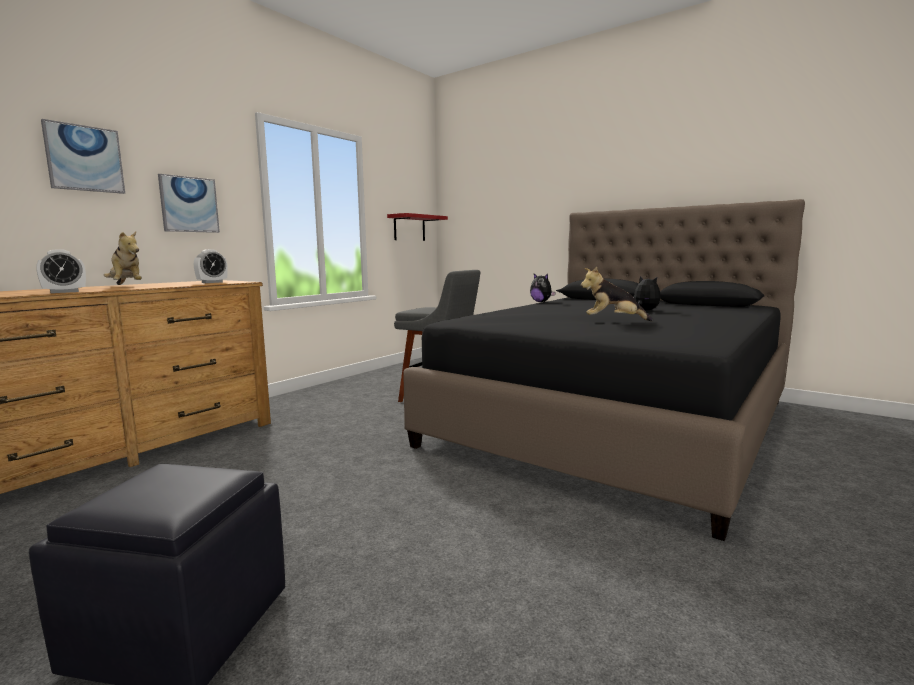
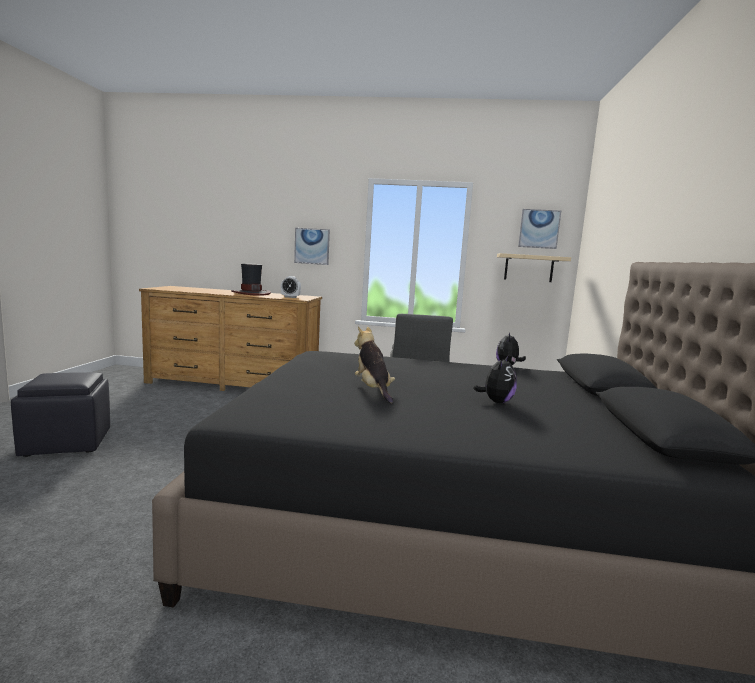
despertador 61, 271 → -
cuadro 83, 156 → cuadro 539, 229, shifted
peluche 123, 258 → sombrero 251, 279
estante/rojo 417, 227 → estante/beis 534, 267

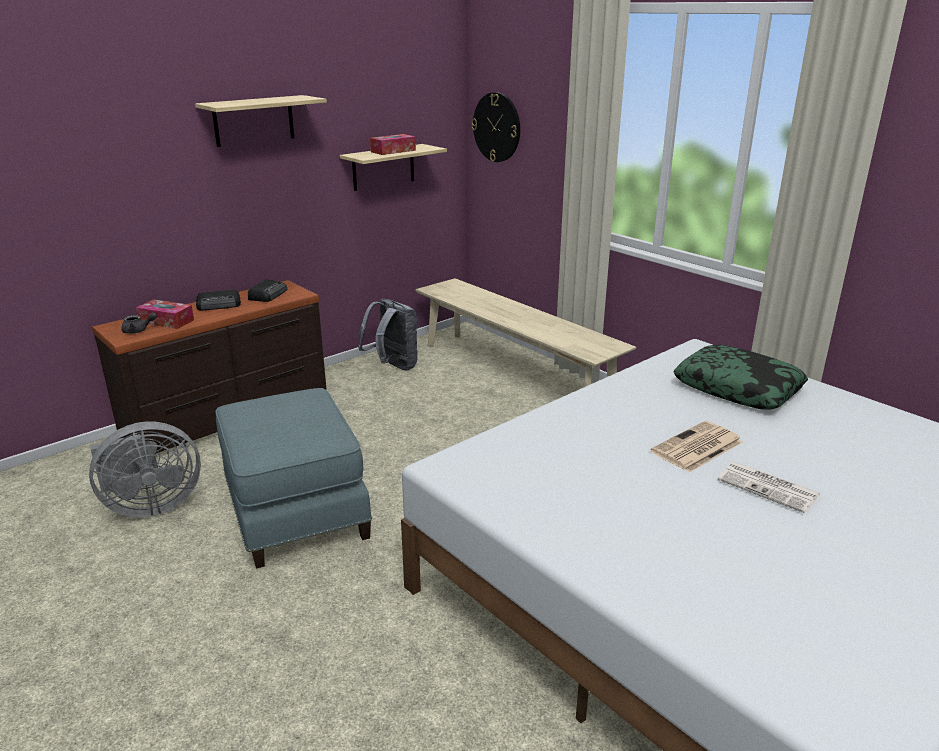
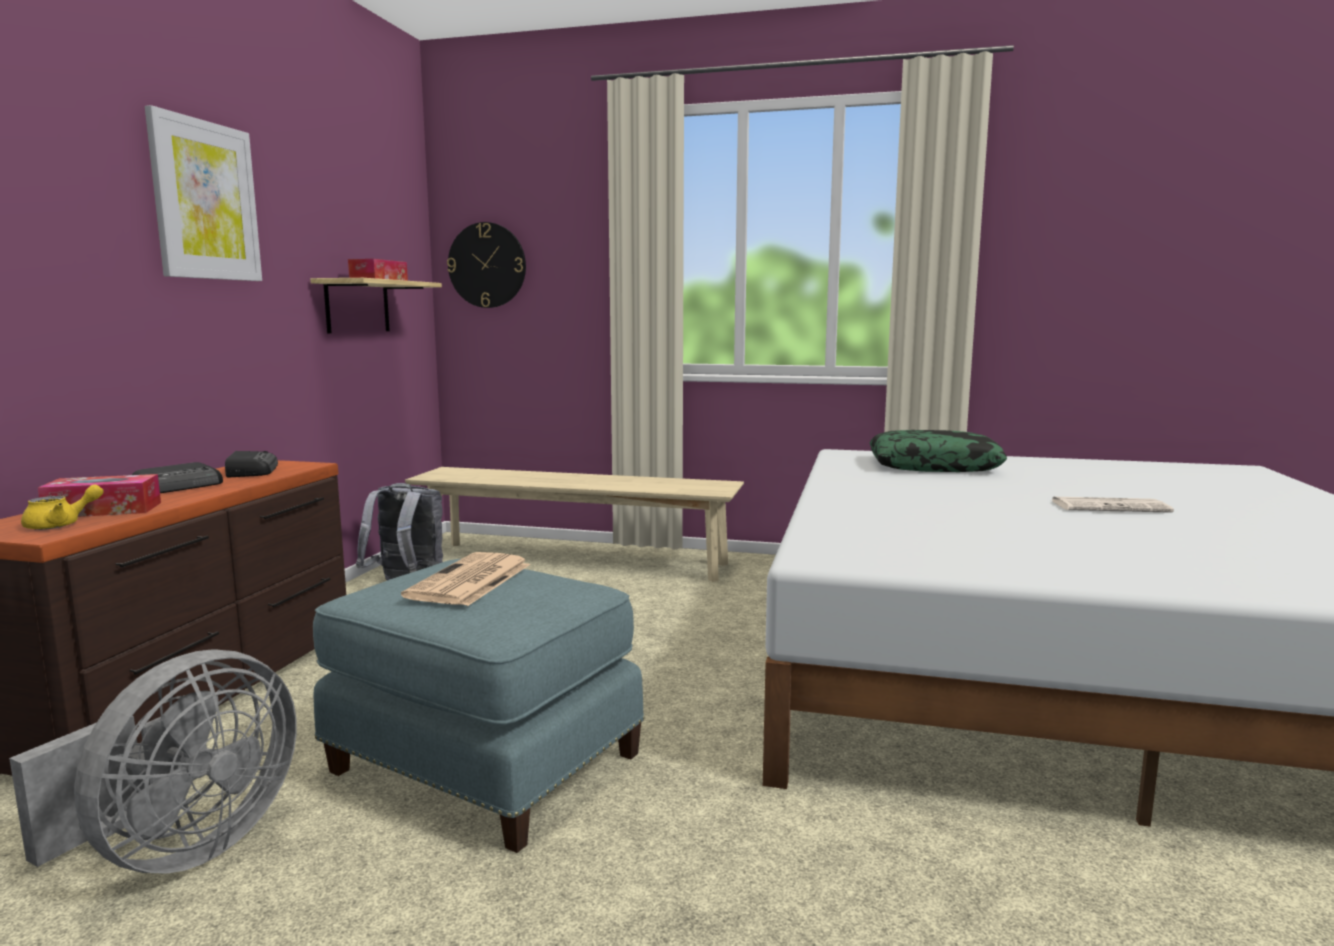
periódico 696, 446 → periódico 466, 579, shifted
estante 261, 121 → cuadro 203, 193
tetera/gris 139, 323 → tetera/amarillo 62, 507

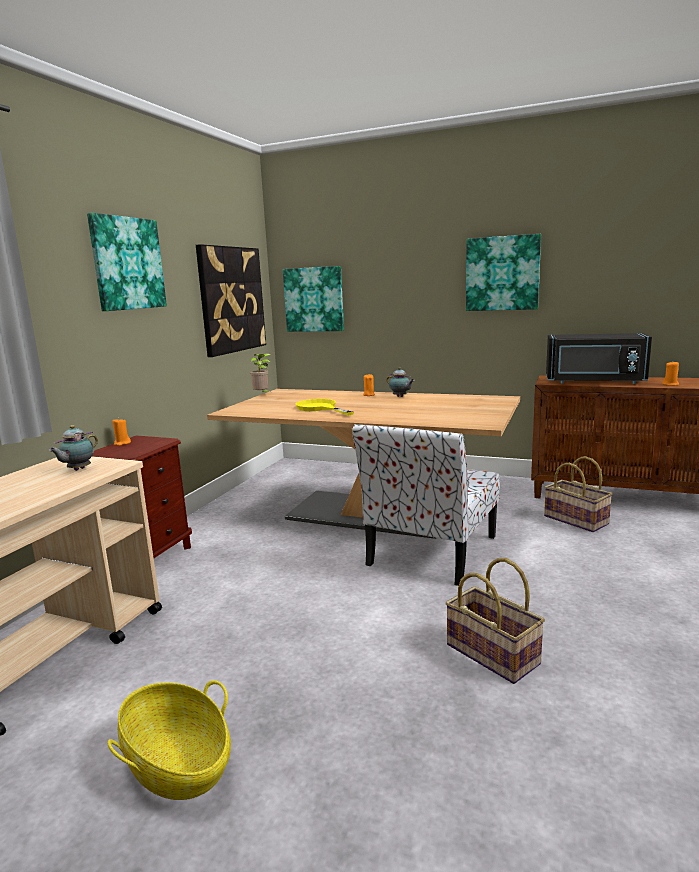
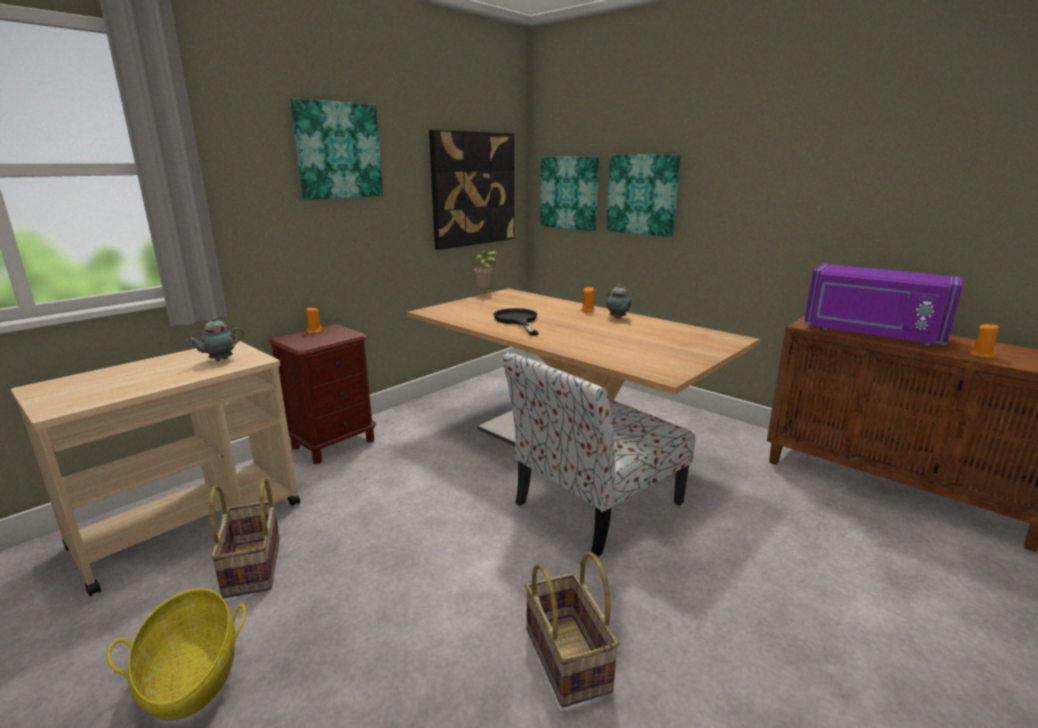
cuadro 503, 272 → cuadro 643, 195, shifted
cesta 578, 494 → cesta 244, 538, shifted
sartén/amarillo 324, 407 → sartén/negro 516, 322
microondas/negro 599, 358 → microondas/morado 883, 305

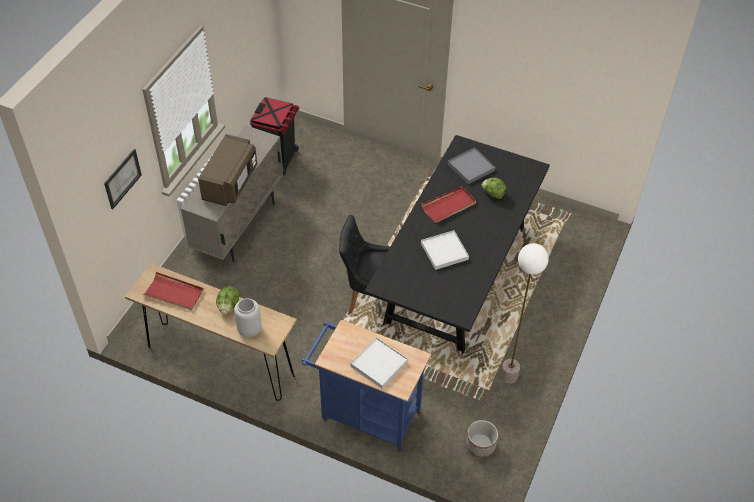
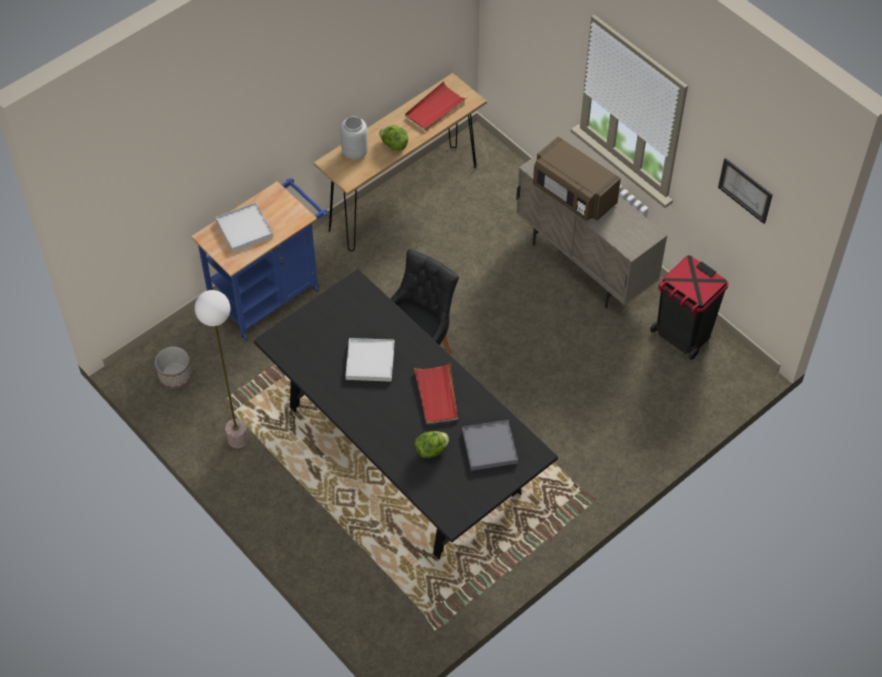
cuadro 123, 179 → cuadro 745, 191, shifted

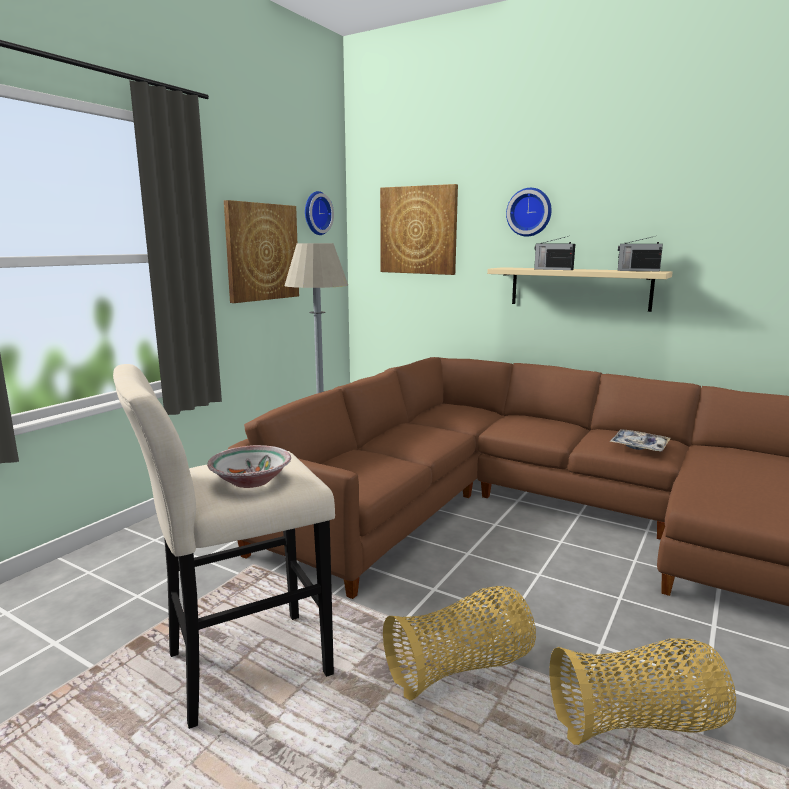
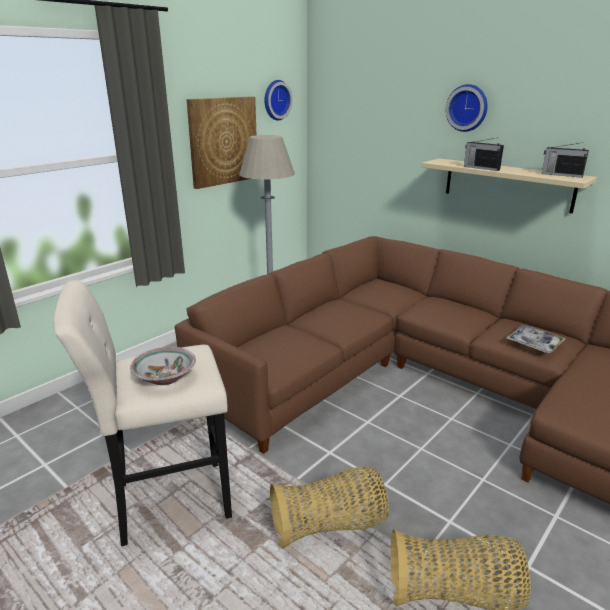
cuadro 419, 229 → -

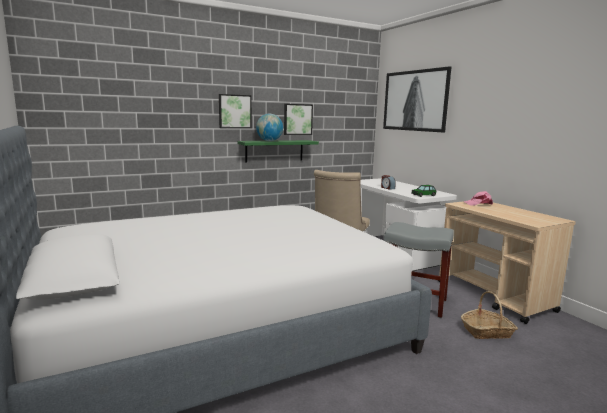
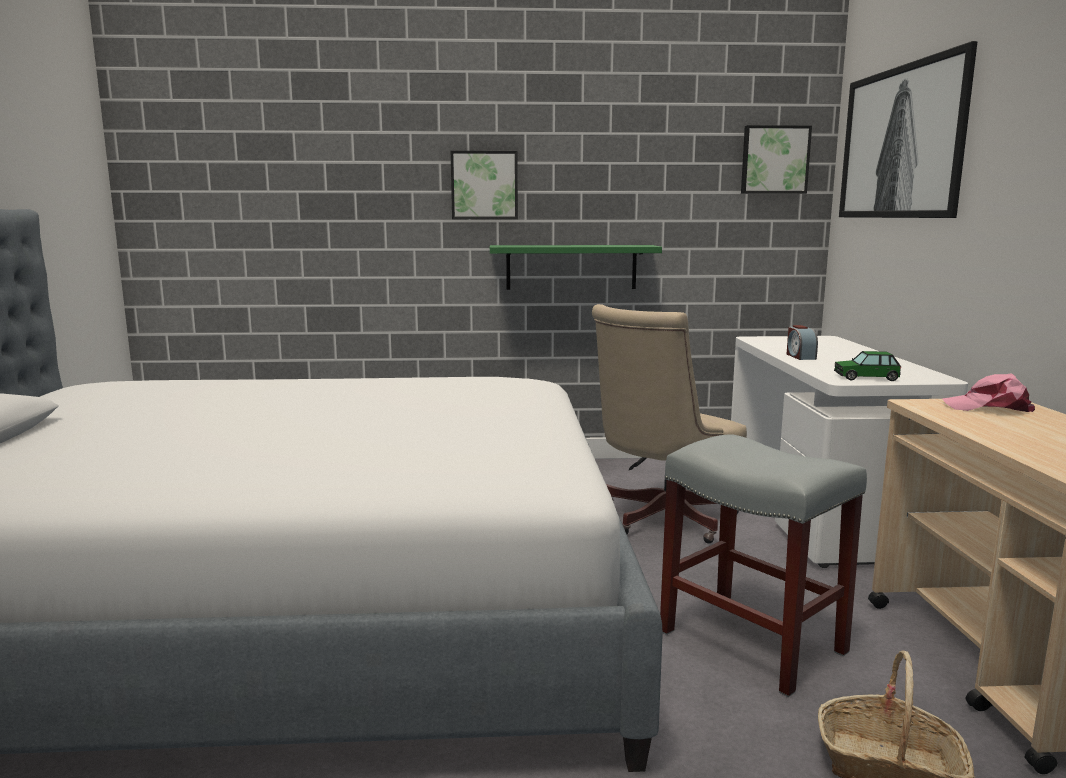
globo terráqueo 269, 127 → -
cuadro 298, 119 → cuadro 776, 159, shifted

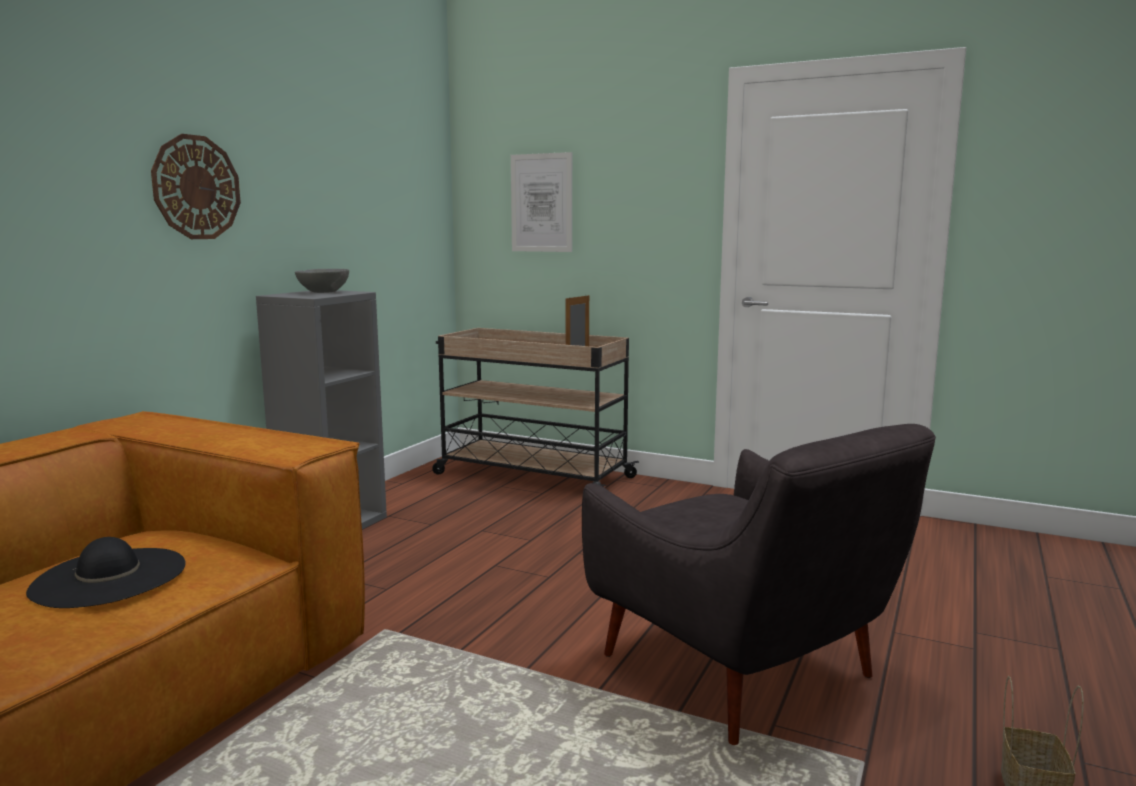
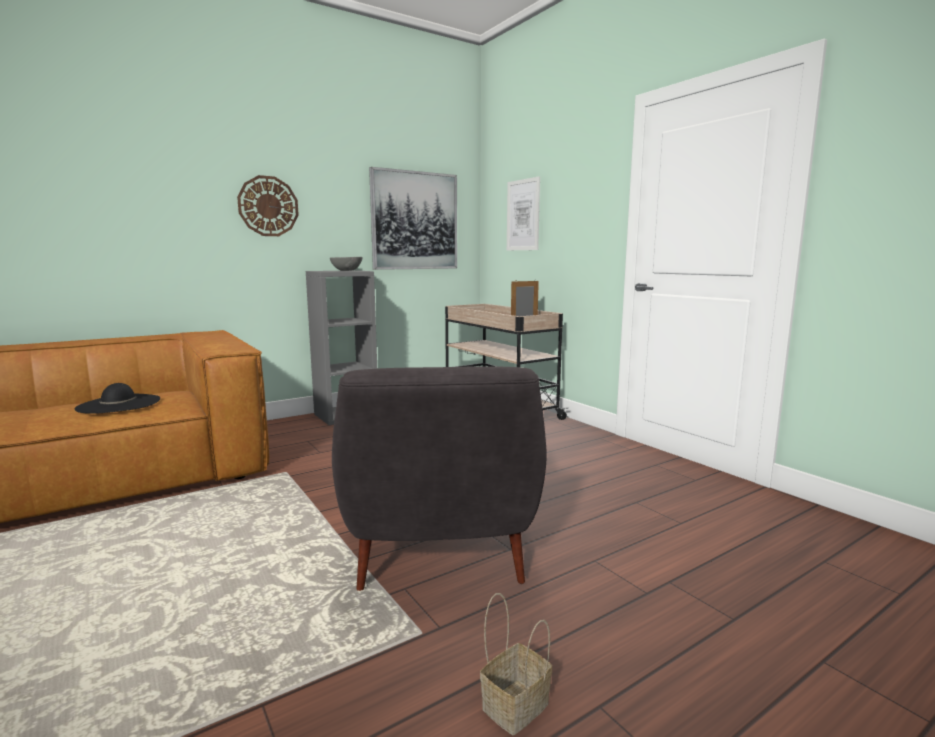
- → cuadro 413, 218

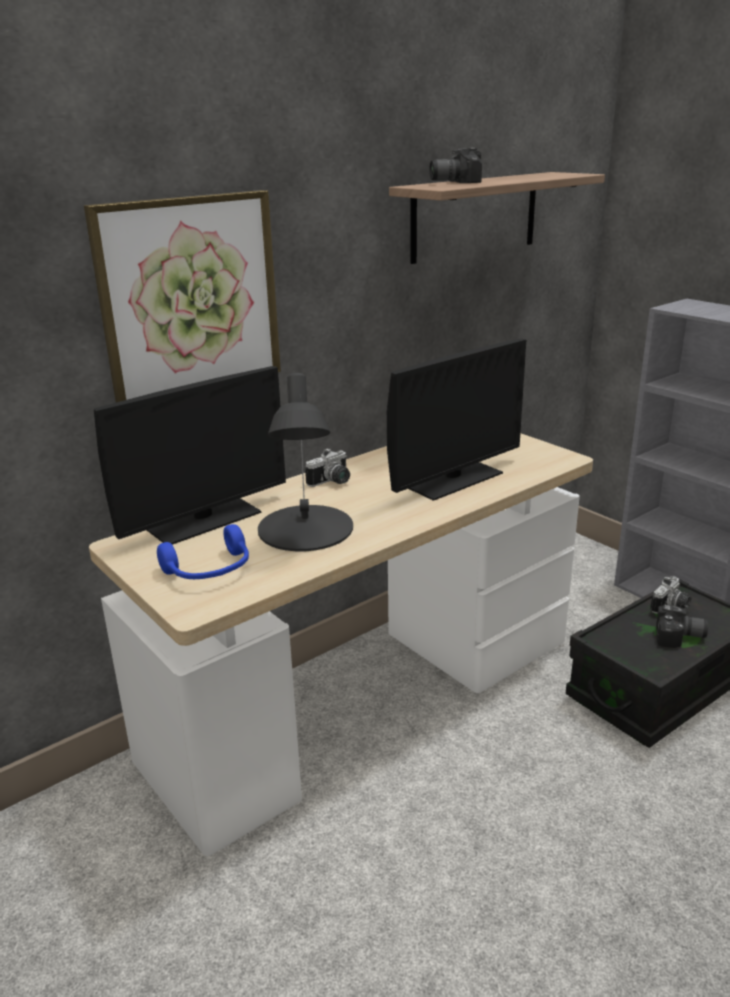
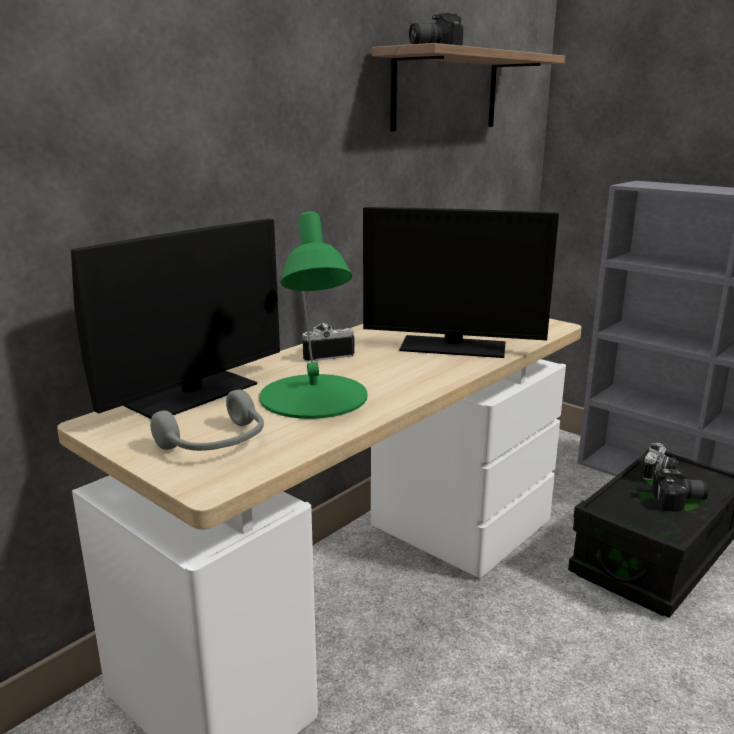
cuadro 182, 296 → -
auriculares/azul 203, 551 → auriculares/gris 207, 420
lámpara de mesa/negro 305, 462 → lámpara de mesa/verde 313, 315
cámara 327, 467 → cámara 328, 342, 150 degrees counterclockwise
monitor 456, 420 → monitor 461, 282, 60 degrees clockwise

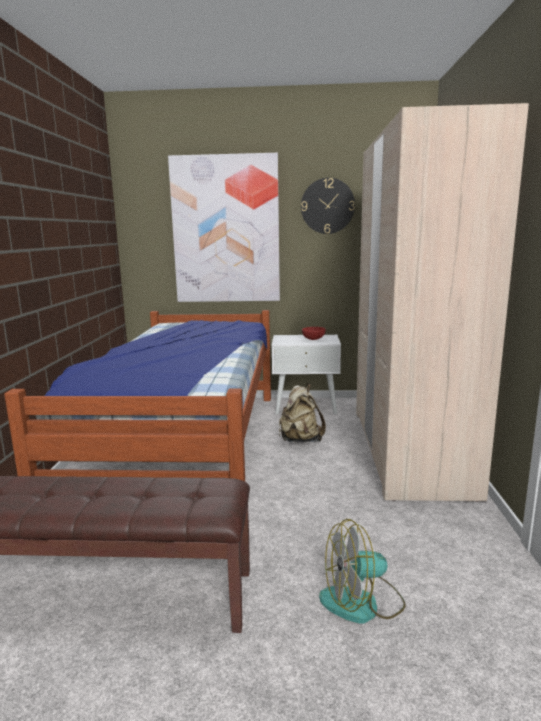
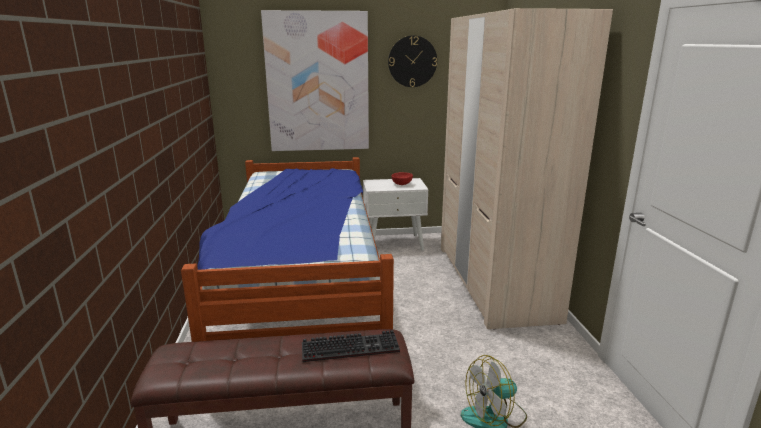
mochila/beis 302, 413 → -
- → teclado 351, 346

